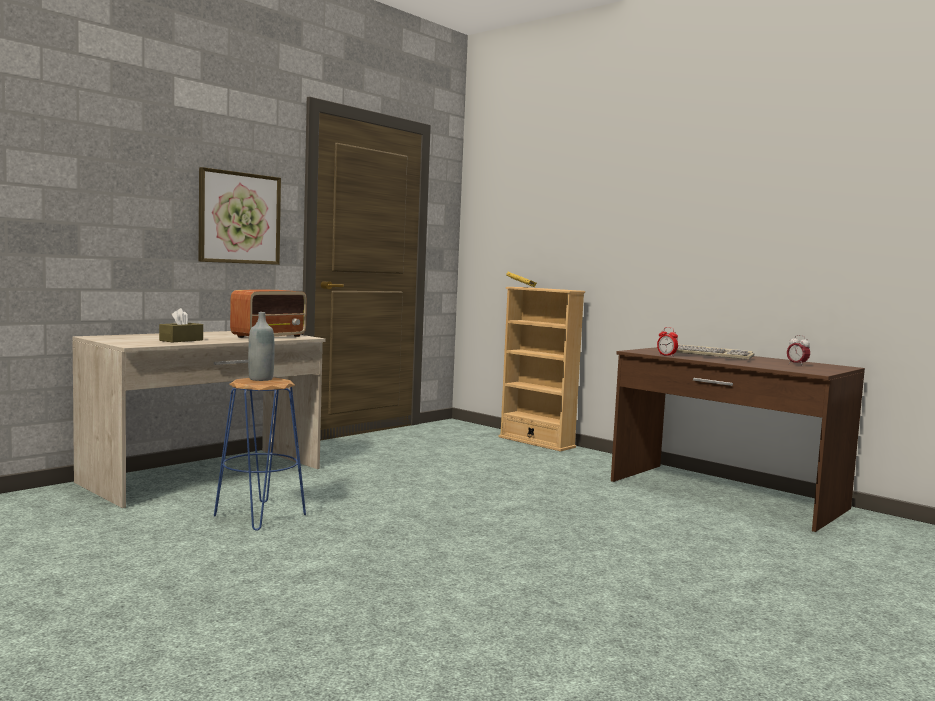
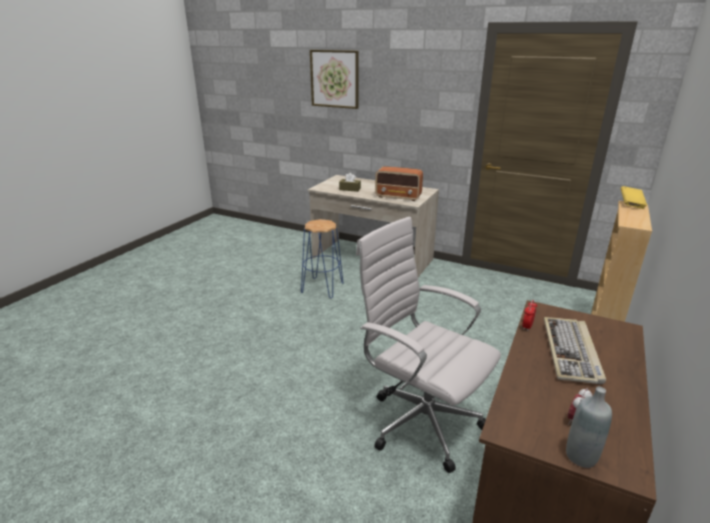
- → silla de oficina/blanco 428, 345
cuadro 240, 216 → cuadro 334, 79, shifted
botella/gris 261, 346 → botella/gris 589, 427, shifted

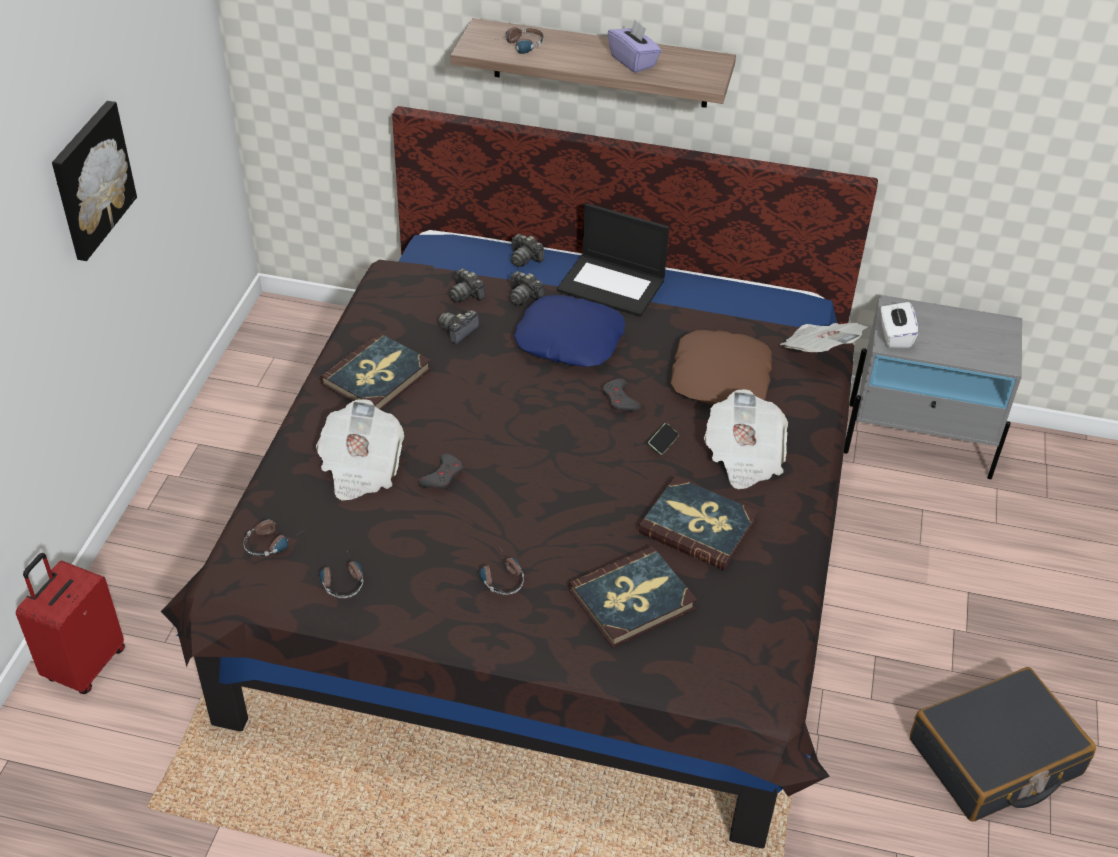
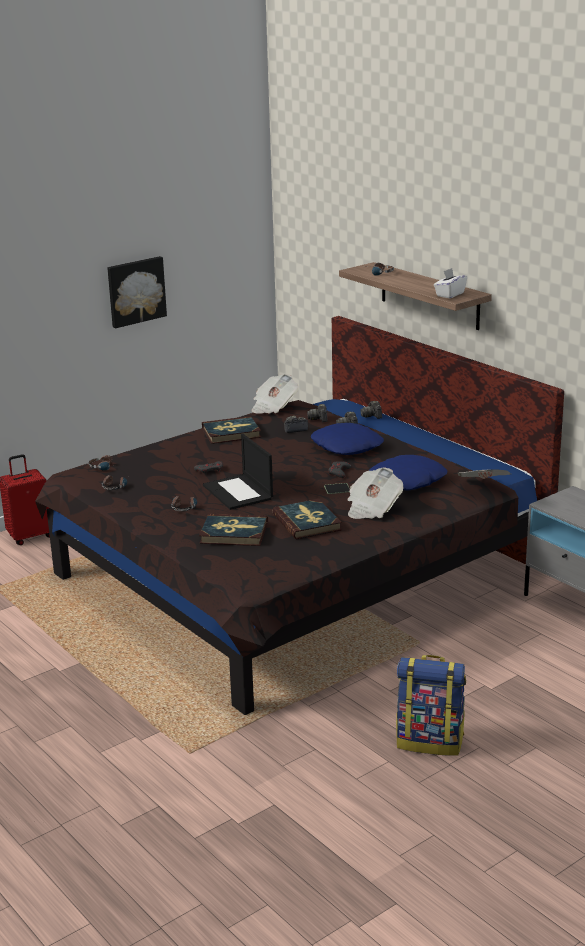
caja de pañuelos/morado 635, 46 → -
periódico 360, 450 → periódico 274, 394, shifted
portátil 613, 260 → portátil 238, 472, shifted
caja de pañuelos/blanco 899, 324 → caja de pañuelos/blanco 450, 283, shifted
maleta/negro 1003, 744 → mochila 431, 705
cojín/marrón 721, 367 → cojín/azul 408, 473

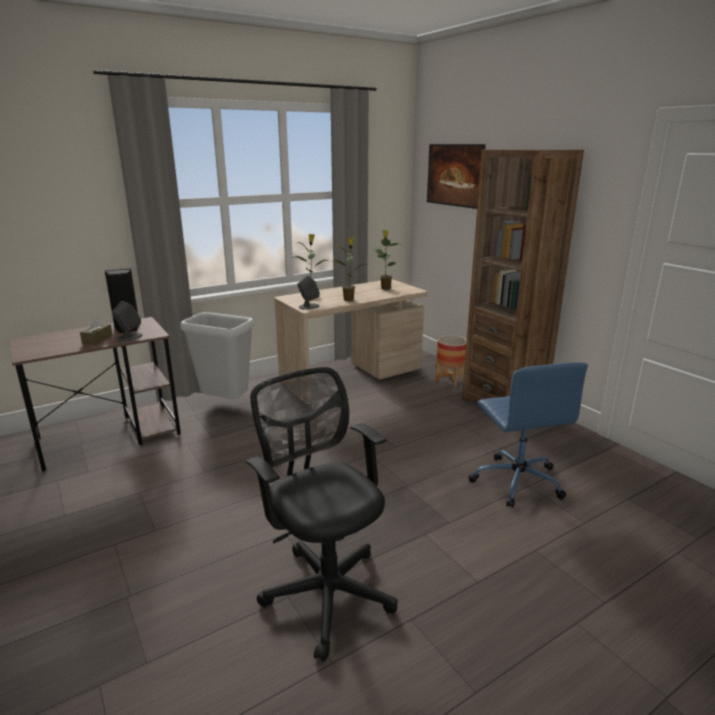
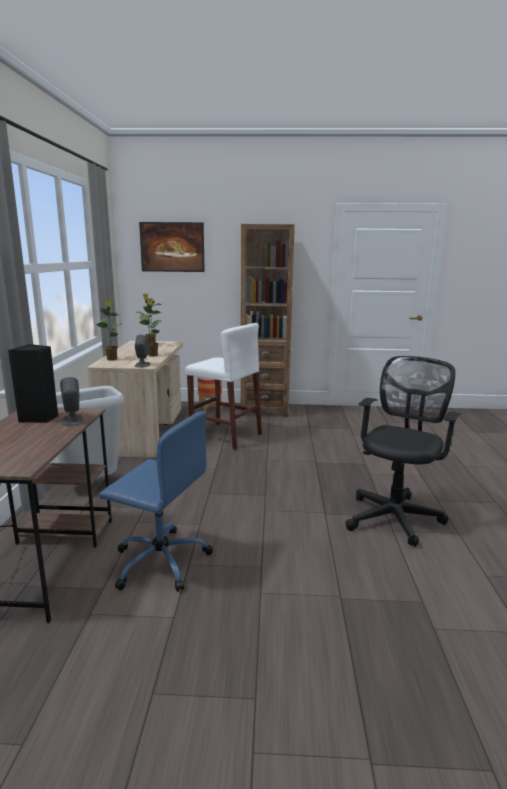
caja de pañuelos/marrón 96, 331 → -
- → taburete/blanco 223, 386
silla de oficina/azul 528, 435 → silla de oficina/azul 156, 501, shifted
silla de oficina/negro 321, 514 → silla de oficina/negro 403, 451, 120 degrees clockwise

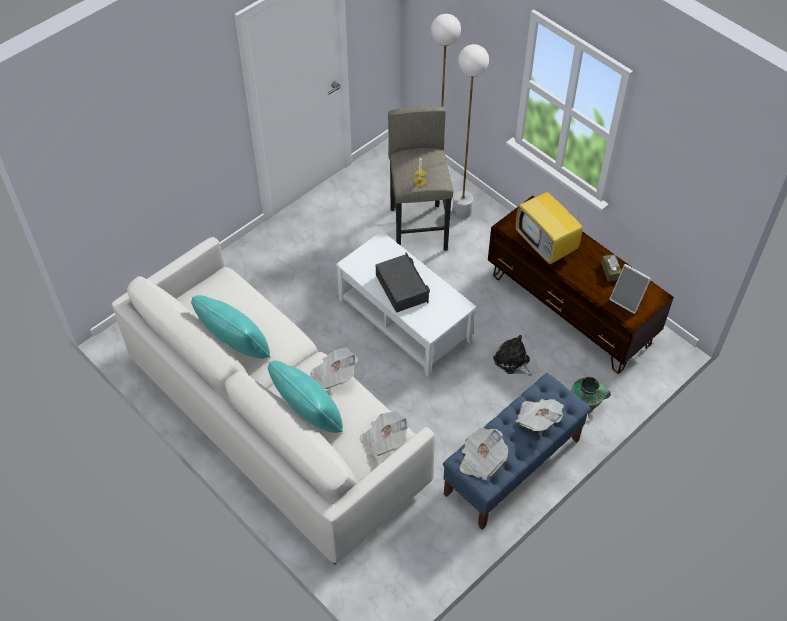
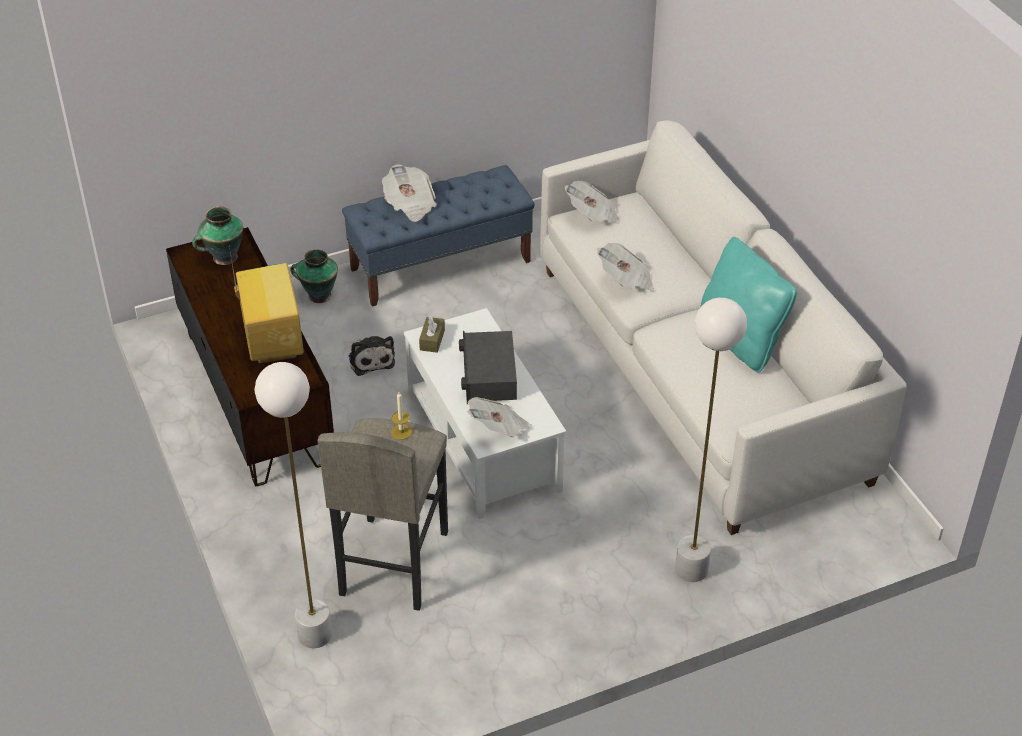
cojín/turquesa 305, 397 → -
lámpara de pie/blanco 471, 131 → lámpara de pie/blanco 711, 440, shifted
periódico 483, 454 → periódico 499, 417, shifted
caja de pañuelos/marrón 611, 268 → caja de pañuelos/marrón 432, 334, shifted
portarretratos 630, 289 → florero 217, 235

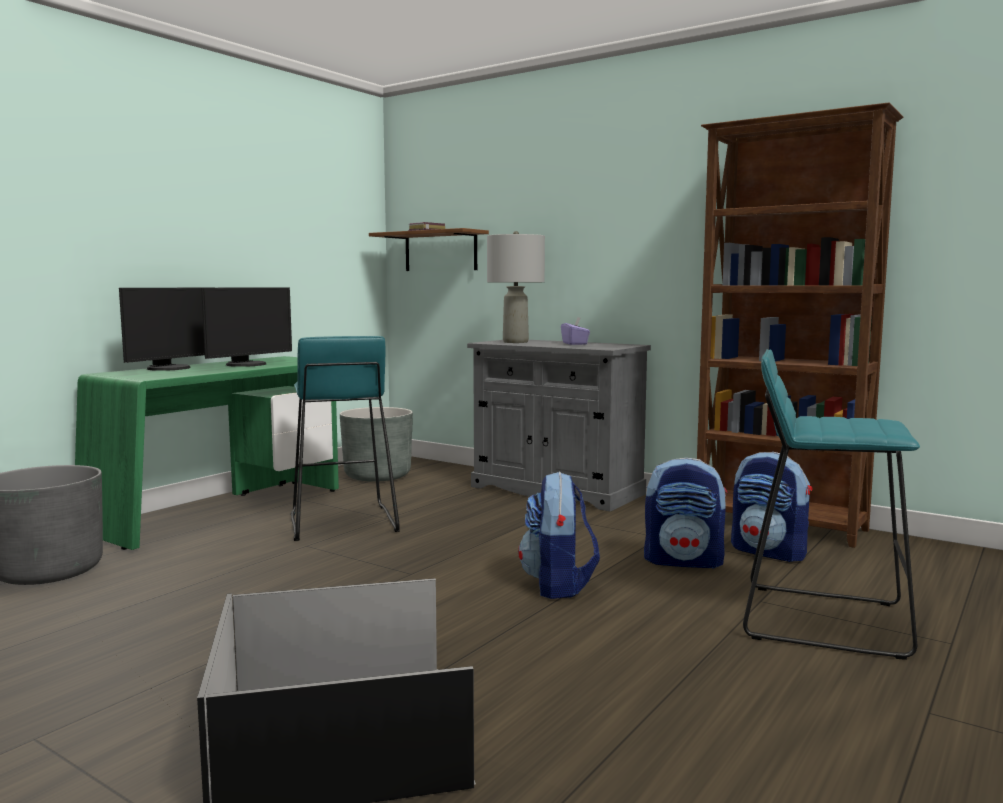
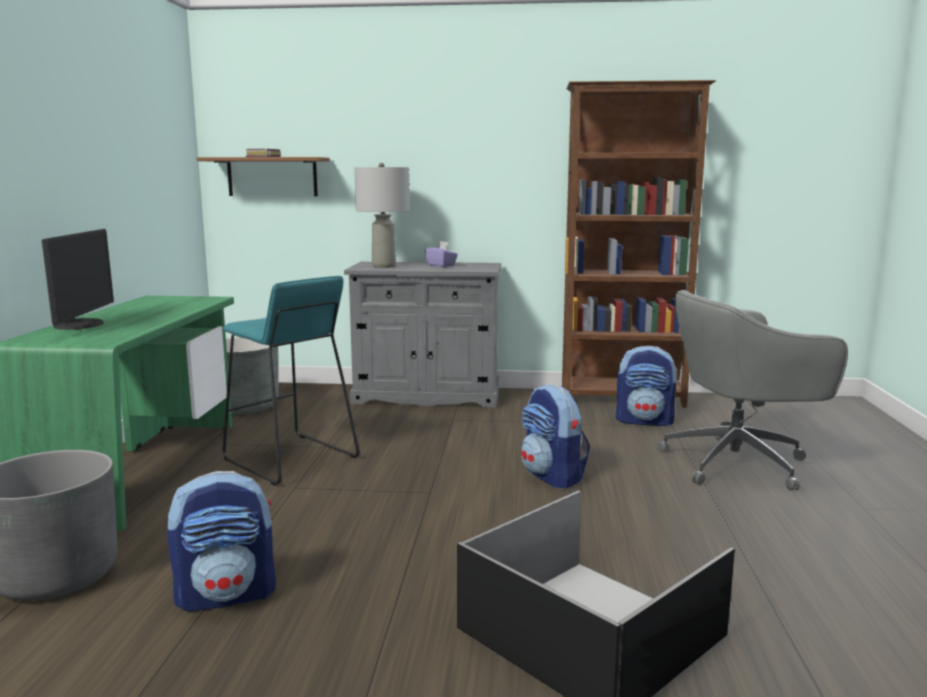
monitor 246, 327 → -
mochila 686, 513 → mochila 221, 541, shifted
taburete/turquesa 831, 504 → silla de oficina/gris 752, 390

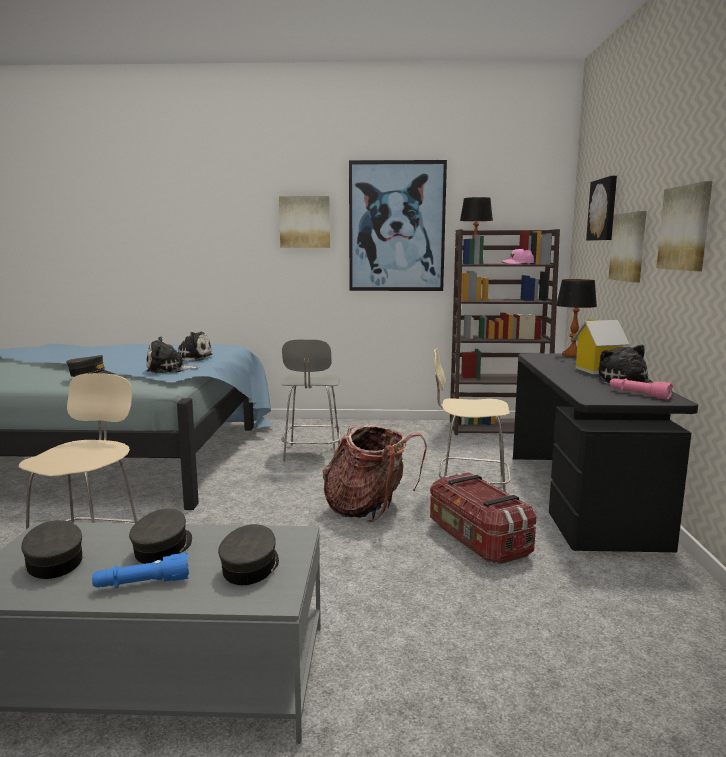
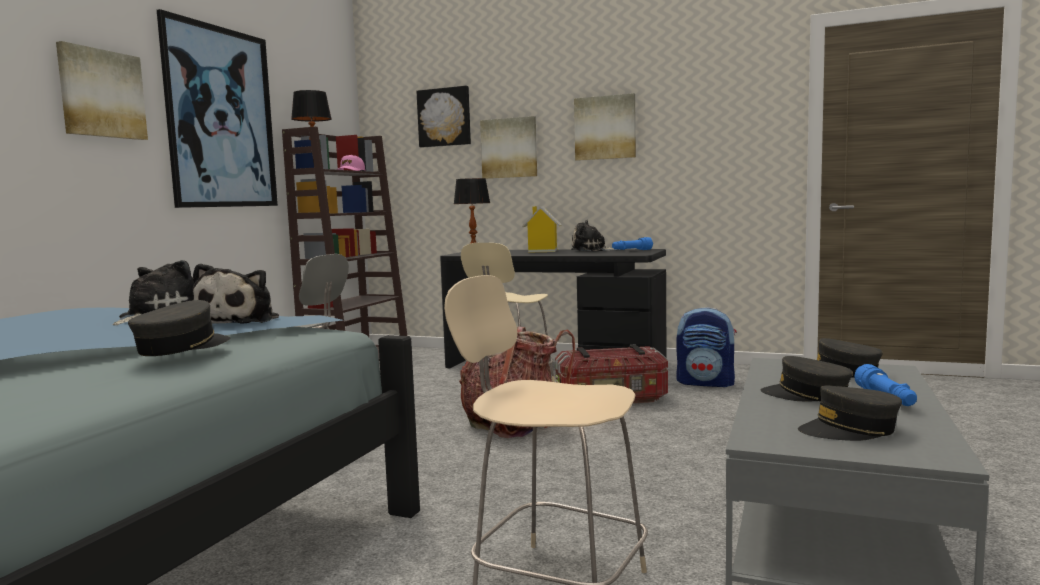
- → mochila 706, 347
linterna/rosa 641, 389 → linterna/azul 632, 243

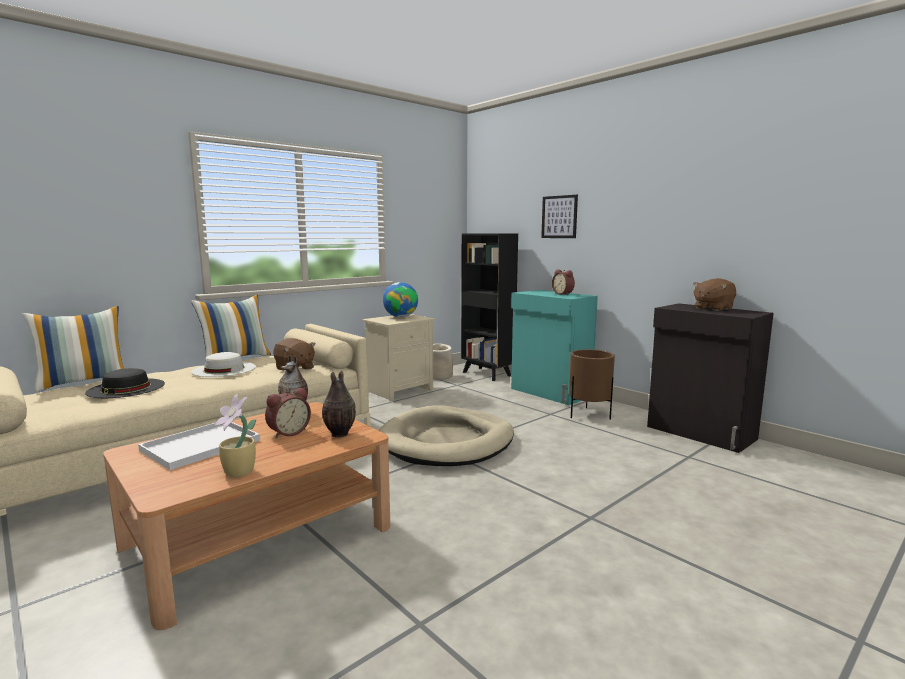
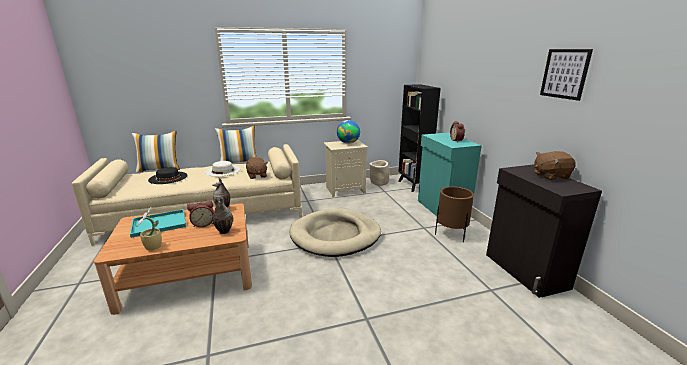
cuadro 559, 216 → cuadro 566, 75, shifted
bandeja/blanco 199, 446 → bandeja/turquesa 158, 223

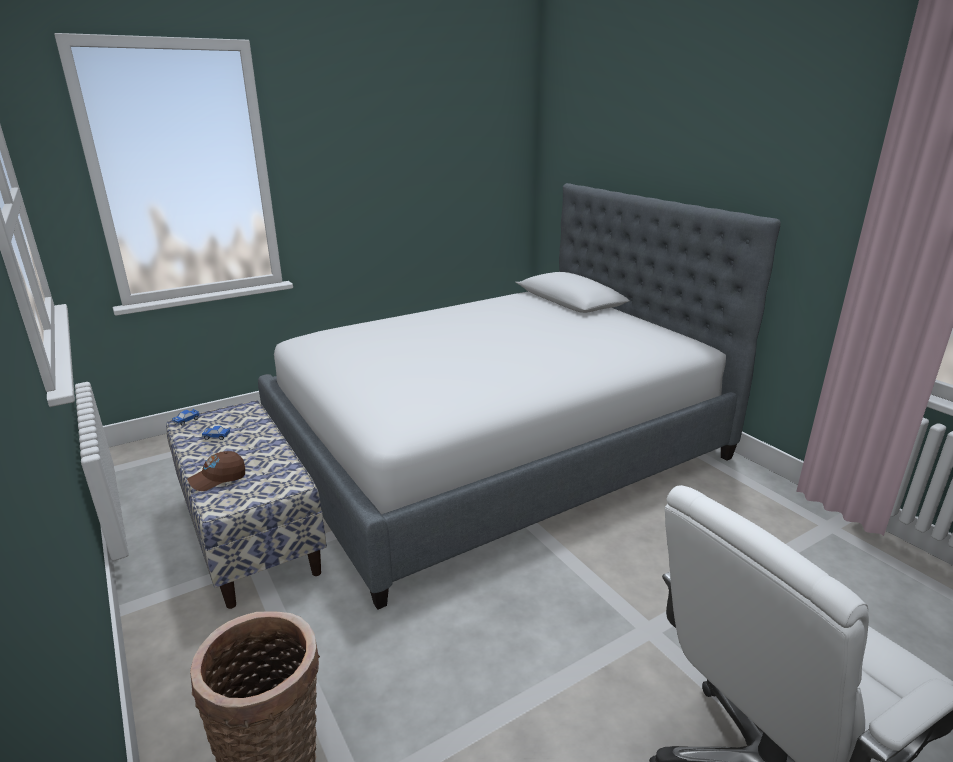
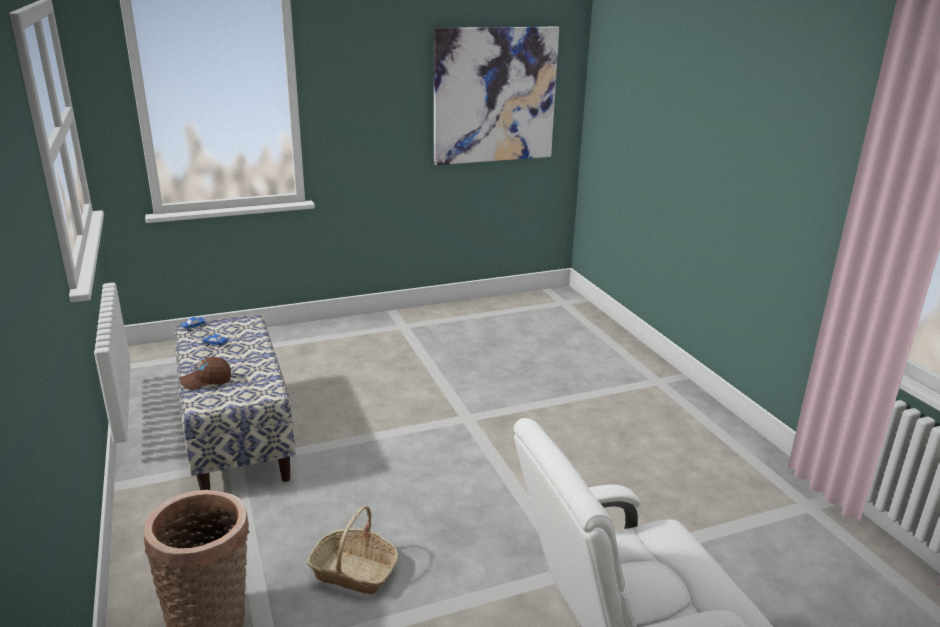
cama 519, 396 → -
- → cesta 353, 550
- → cuadro 496, 96

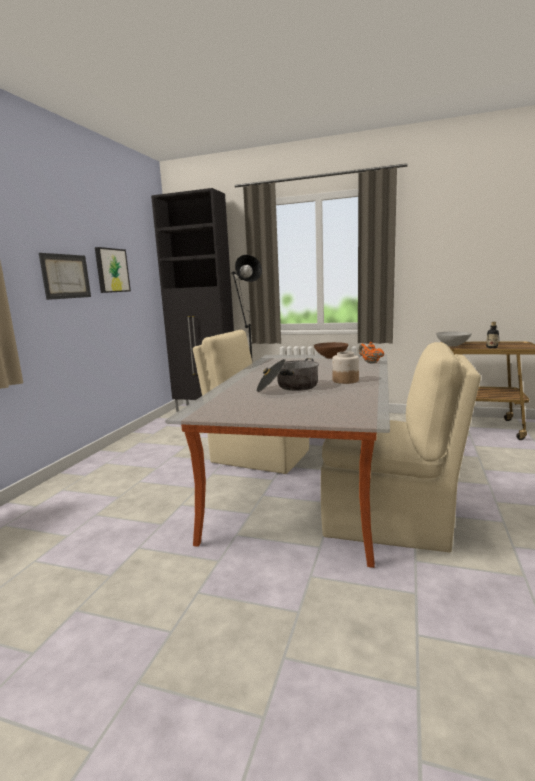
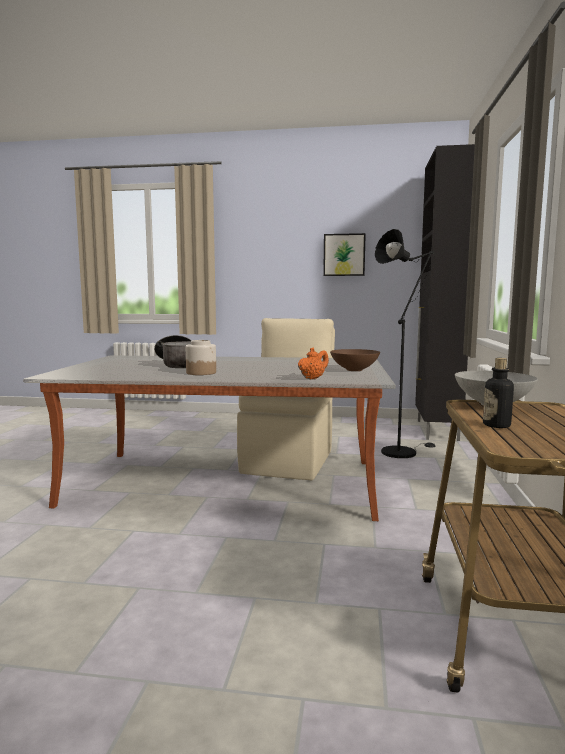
cuadro 65, 276 → -
silla/beis 401, 447 → -

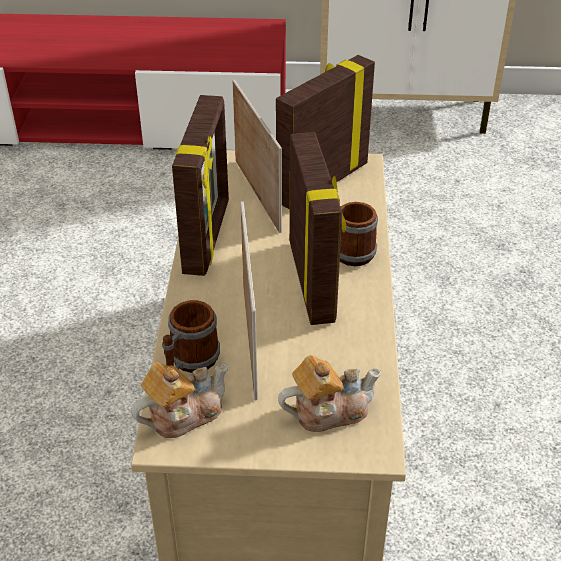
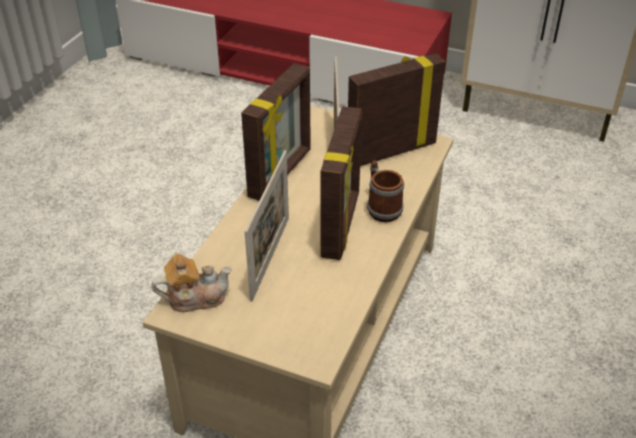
taza grande 191, 336 → -
tetera 330, 393 → -

